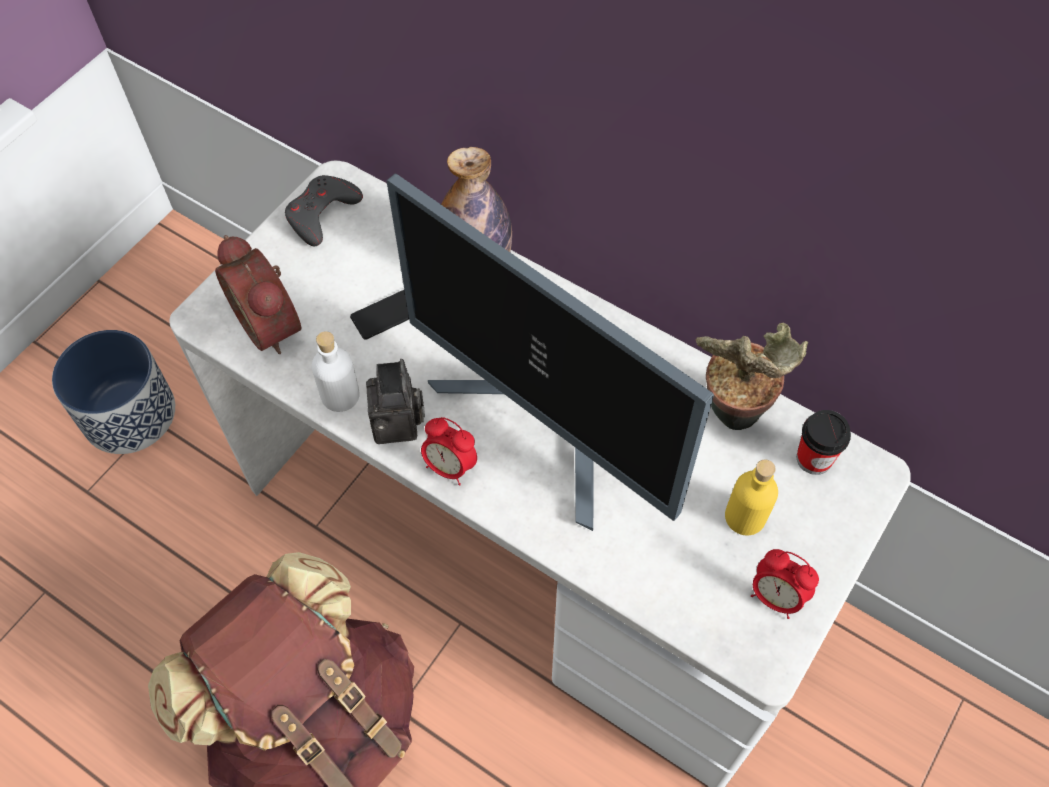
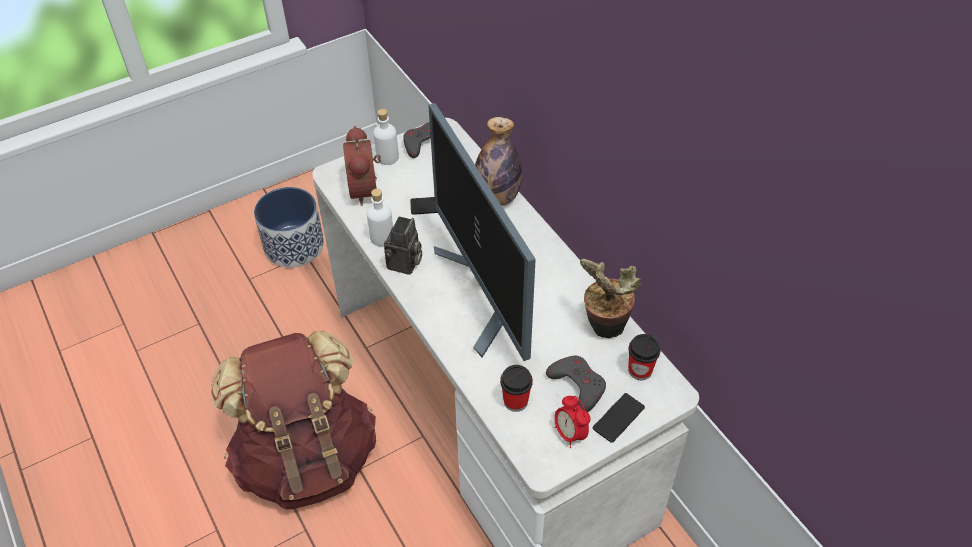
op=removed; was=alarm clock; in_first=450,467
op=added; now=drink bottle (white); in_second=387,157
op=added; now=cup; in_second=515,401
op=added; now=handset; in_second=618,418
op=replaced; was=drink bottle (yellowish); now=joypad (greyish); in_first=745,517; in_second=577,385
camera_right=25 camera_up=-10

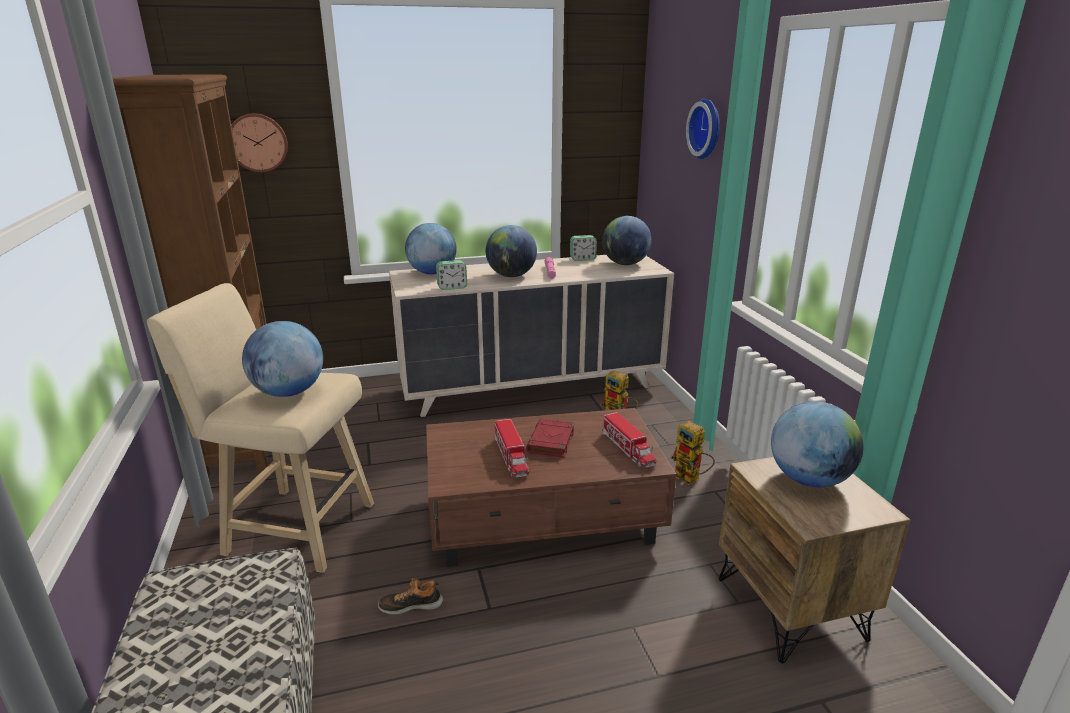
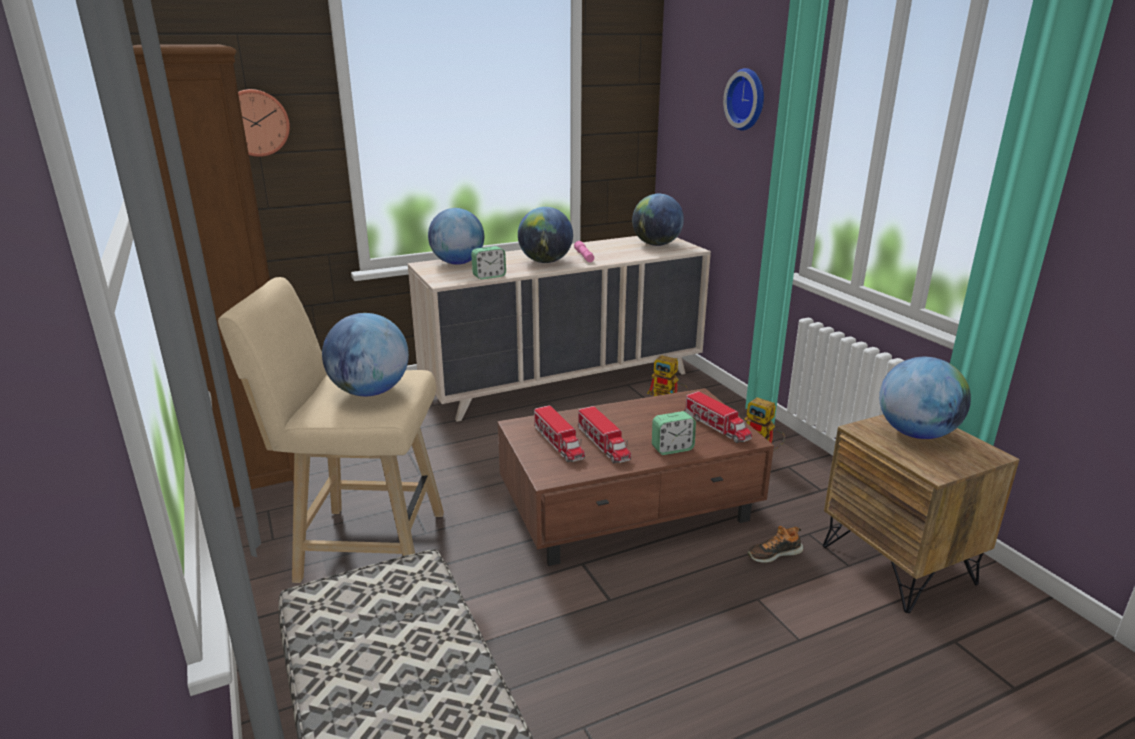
op=removed; was=bound book (red-coloured); in_first=551,442
op=added; now=toy truck; in_second=558,443
op=moved; was=shoe; in_first=411,605; in_second=774,553
op=moved; was=alarm clock; in_first=582,259; in_second=672,448
camera_right=-10 camera_up=0

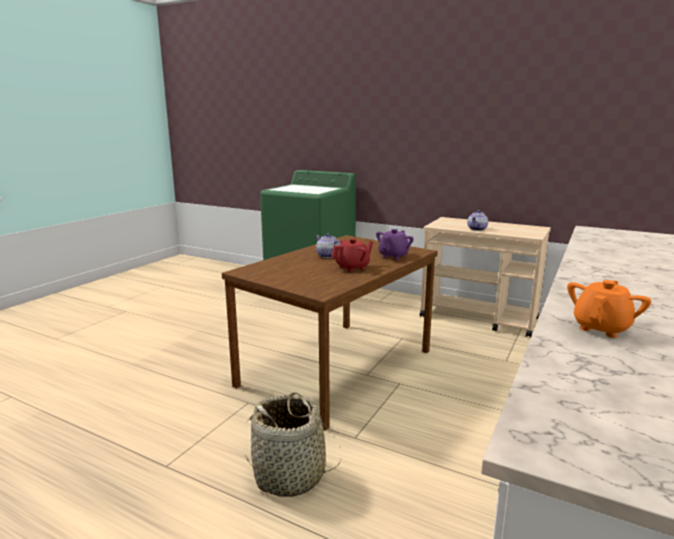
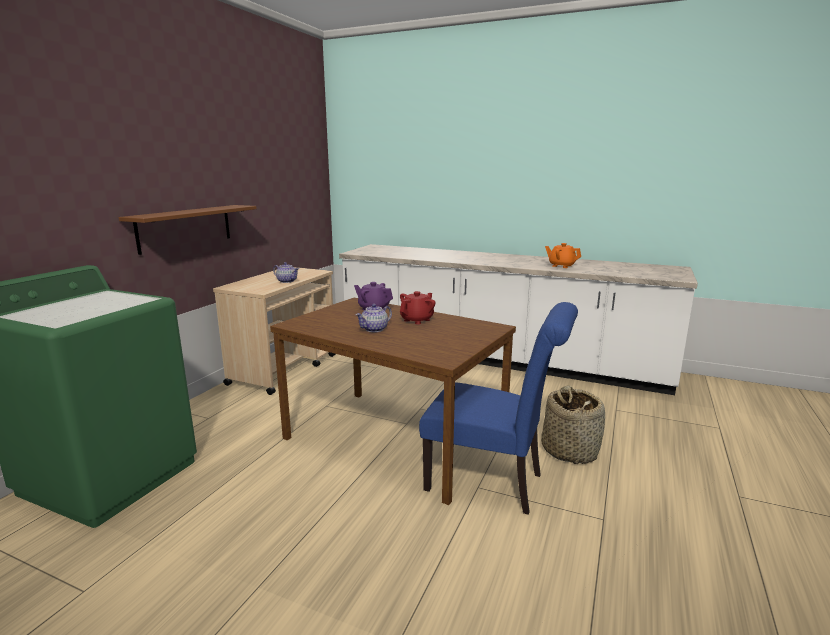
op=added; now=bracket shelf (brown); in_second=185,228
op=added; now=chair (blue); in_second=492,483
op=turned; was=tea pot (red-coloured); in_first=353,267; in_second=417,320; clockwise=75
camera_right=-95 camera_up=0

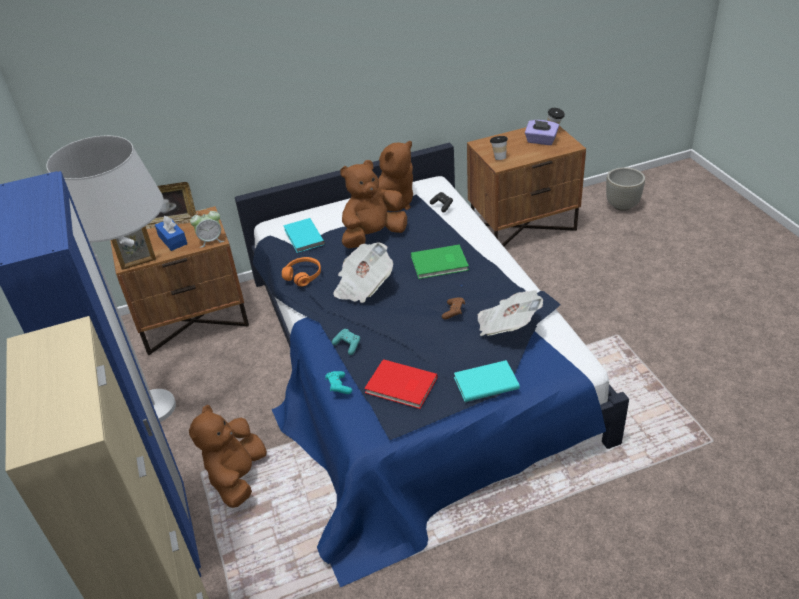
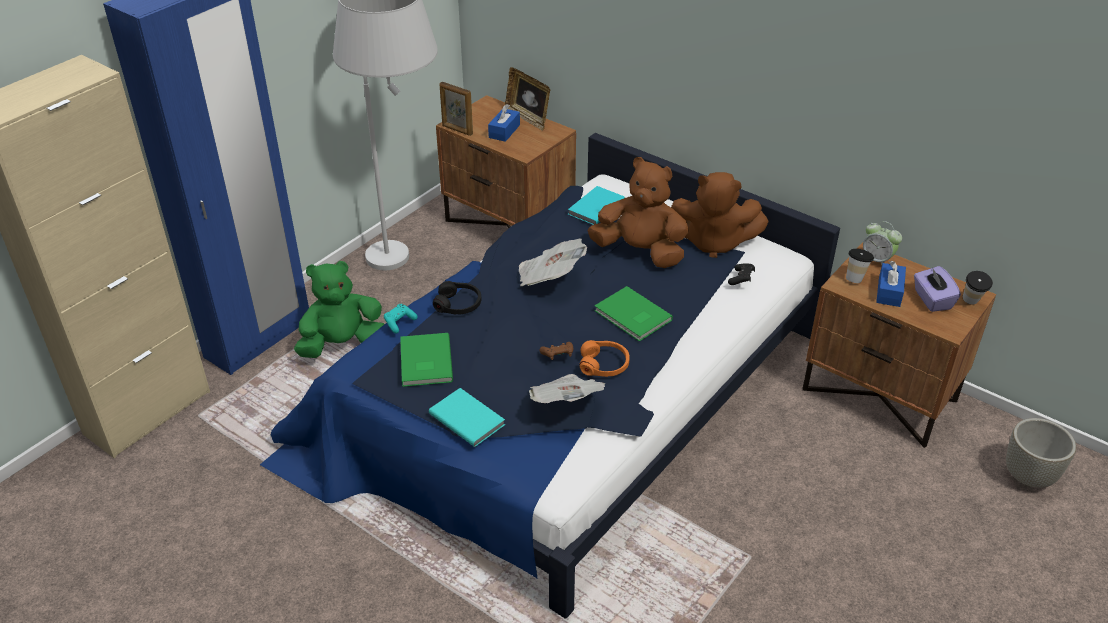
op=added; now=tissue box (blue); in_second=889,292
op=moved; was=alarm clock; in_first=211,240; in_second=876,260
op=moved; was=pair of headphones (orangey); in_first=303,275; in_second=604,365
op=replaced; was=joypad (blue-green); now=pair of headphones (black-coloured); in_first=348,345; in_second=458,304
op=recoloured; was=plush toy (brown); now=plush toy (greenish); in_first=237,477; in_second=342,345
op=recoloured; was=bound book (red-coloured); now=bound book (greenish); in_first=401,387; in_second=424,362
camera_right=55 camera_up=0

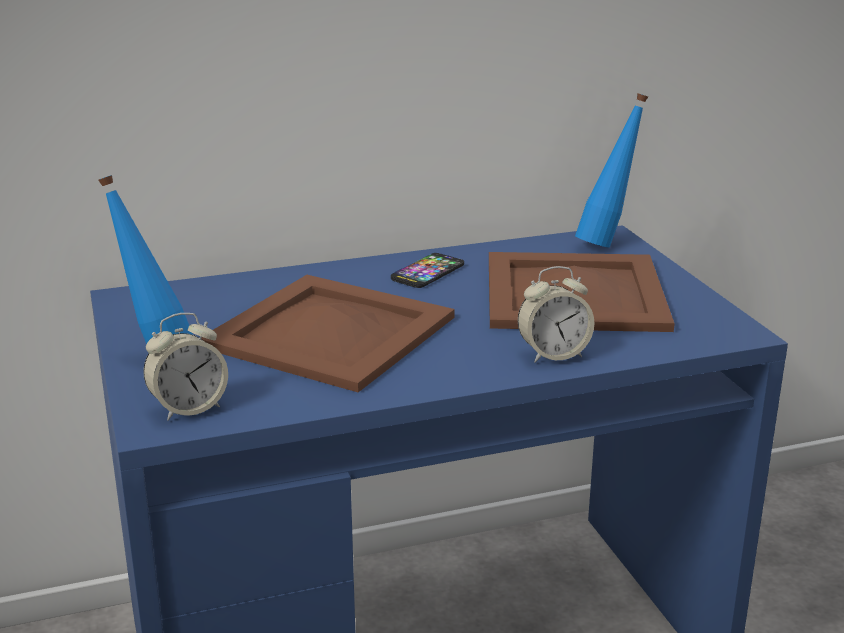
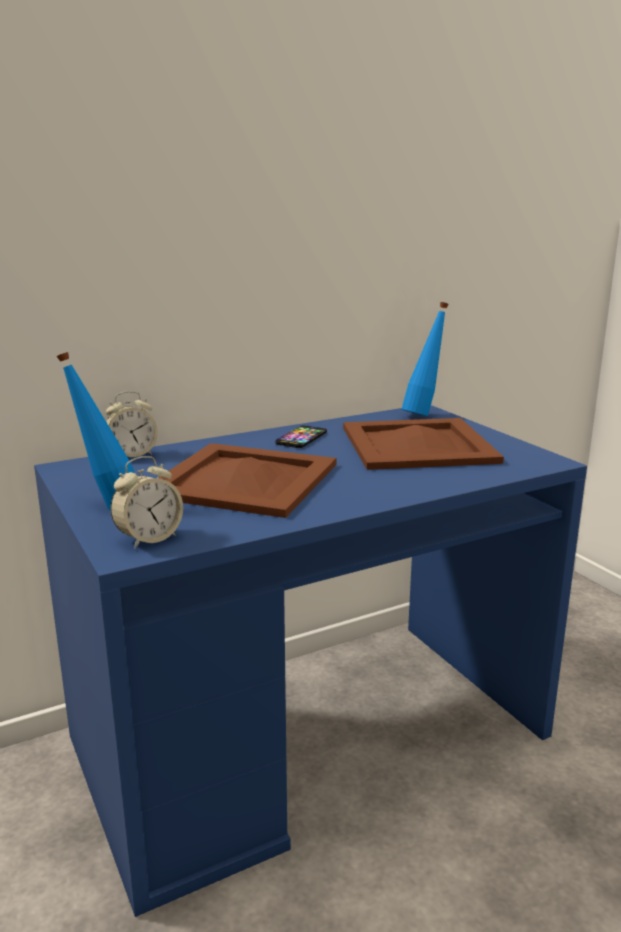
op=moved; was=alarm clock; in_first=553,354; in_second=132,455
camera_right=-10 camera_up=-5

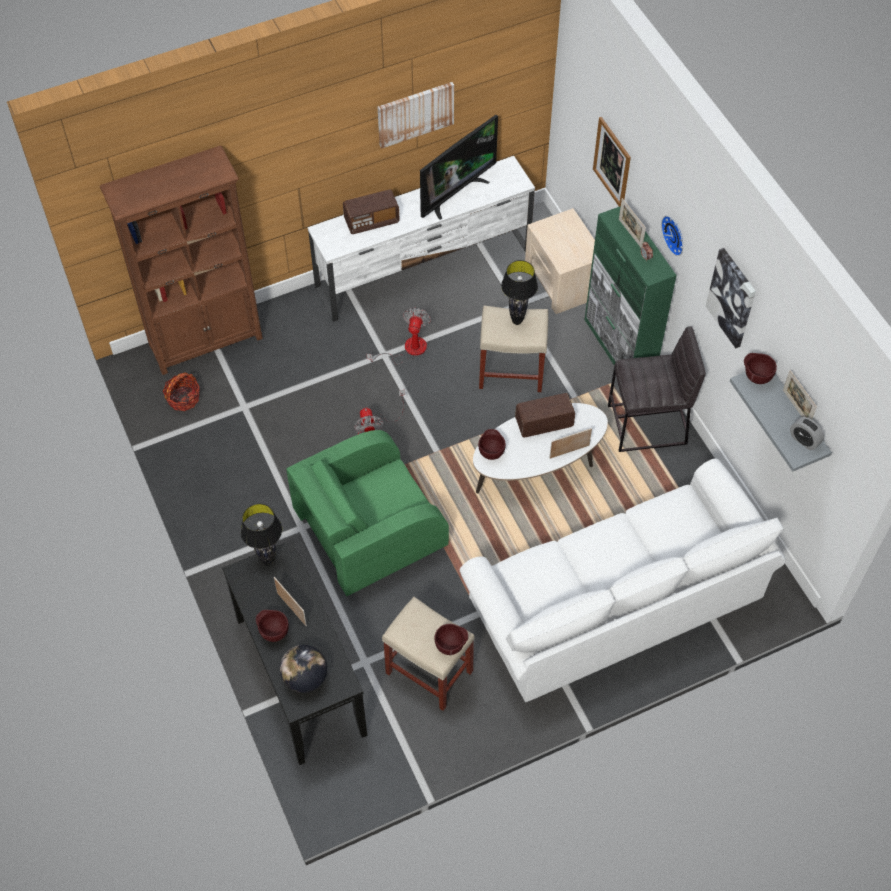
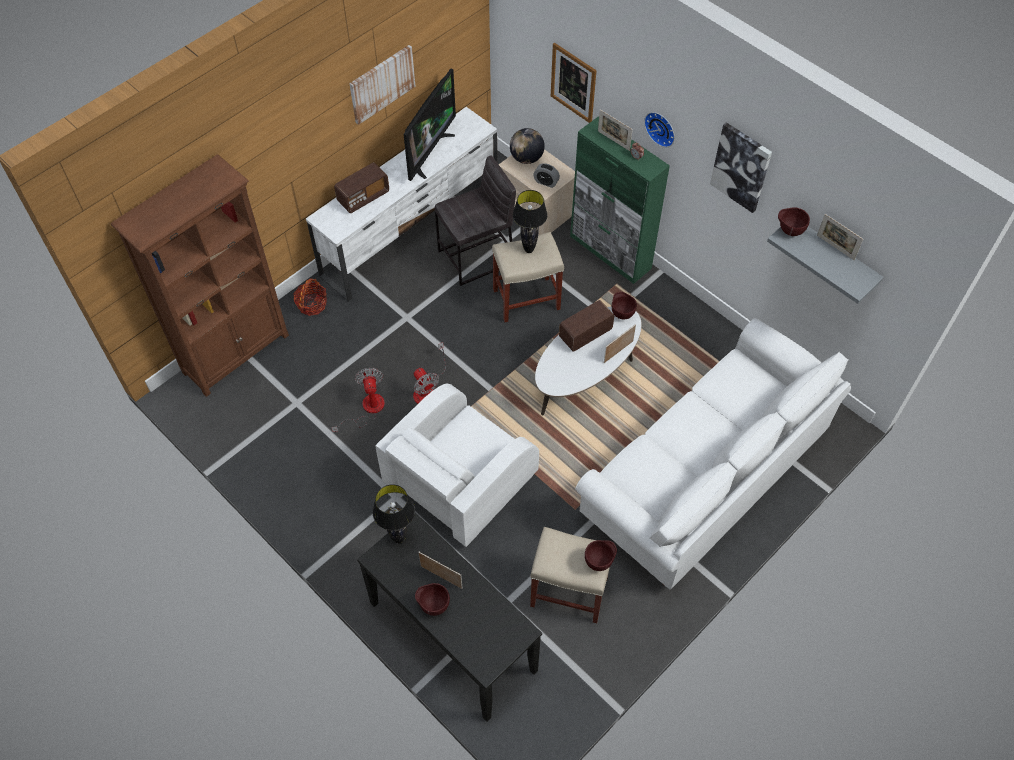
op=moved; was=household basket; in_first=183,398; in_second=312,304
op=moved; was=world globe; in_first=305,678; in_second=526,158
op=moved; was=electric fan; in_first=407,349; in_second=367,409
op=moved; was=deep dish (brown); in_first=491,452; in_second=622,313
op=moved; was=stool (greyish); in_first=648,425; in_second=477,257
op=moved; was=alarm clock; in_first=804,440; in_second=546,182
op=recoloured; was=lounge chair (greenish); now=lounge chair (white); in_first=368,530; in_second=459,480
camera_right=-20 camera_up=0

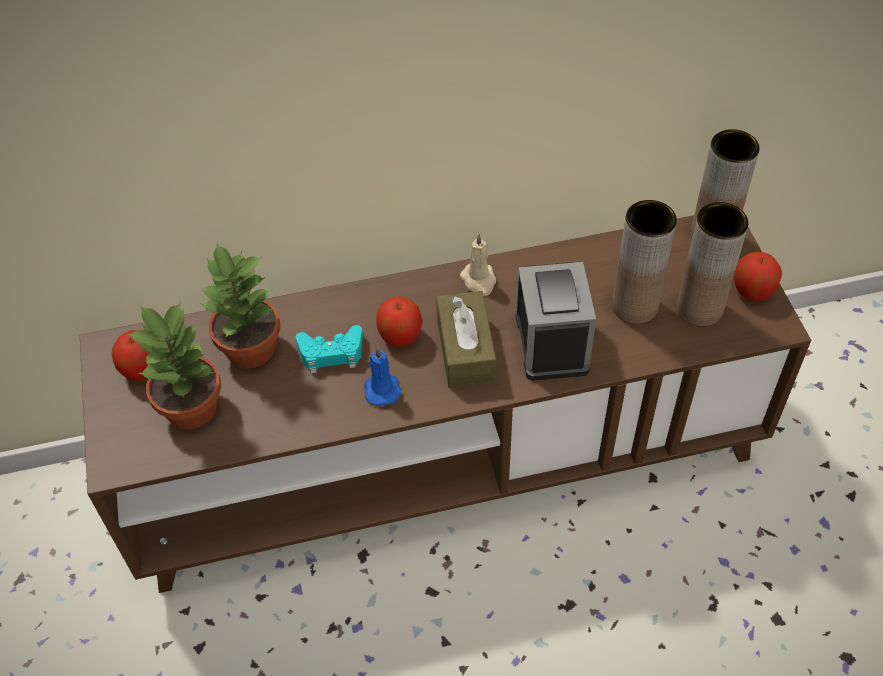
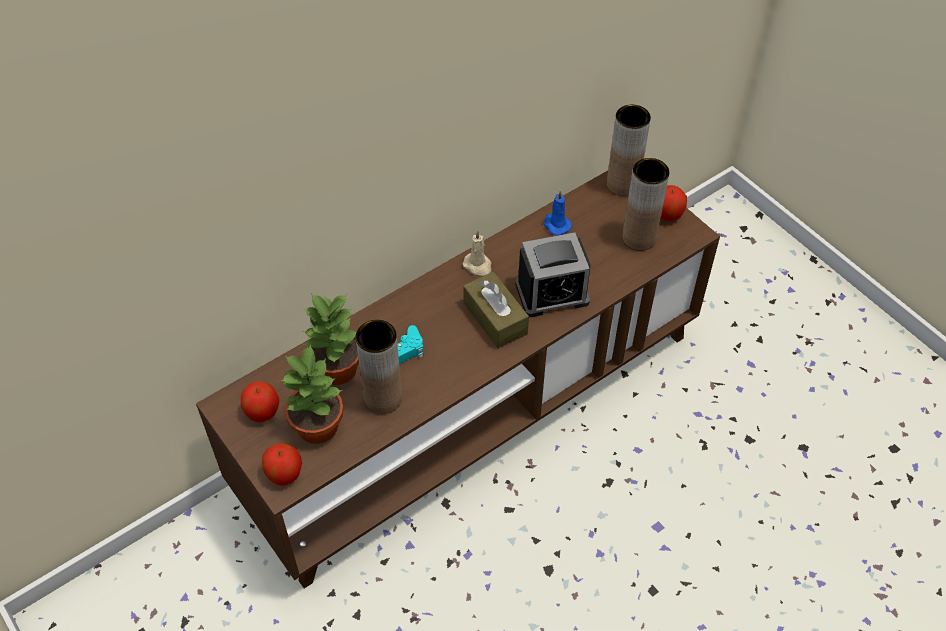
op=moved; was=wax candle (blue); in_first=382,388; in_second=556,225
op=moved; was=apple fruit; in_first=400,336; in_second=284,474
op=moved; was=vase (brown); in_first=634,306; in_second=383,398
op=turned; was=alarm clock; in_first=551,342; in_second=552,293; clockwise=105
camera_right=-25 camera_up=0

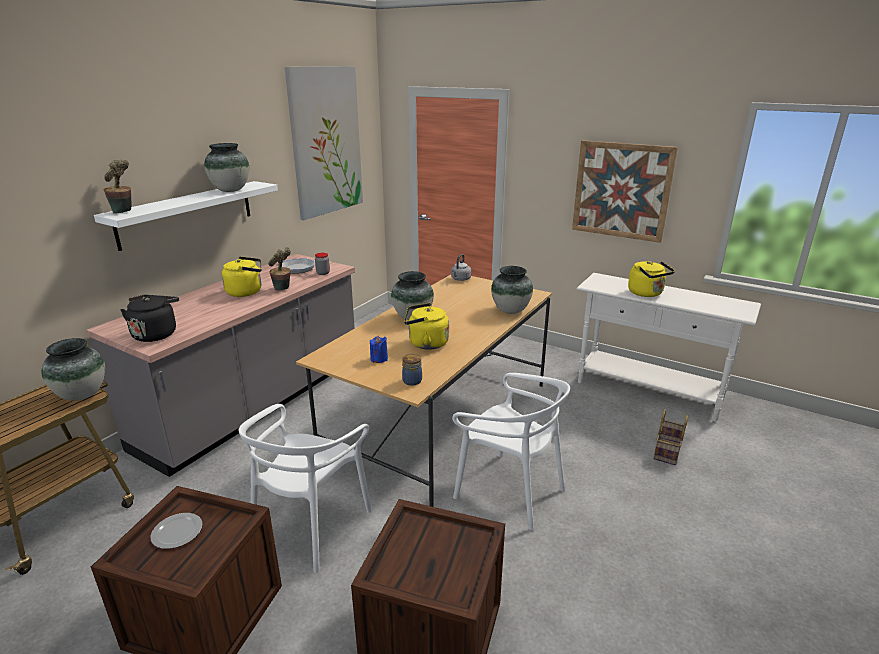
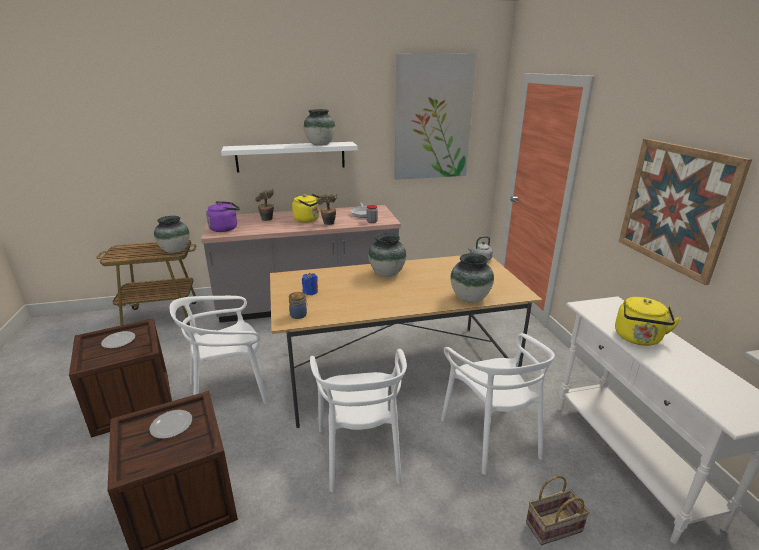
op=removed; was=water kettle (yellowish); in_first=425,343
op=added; now=dinner plate; in_second=171,425
op=added; now=chair (white); in_second=491,436
op=moved; was=potted plant; in_first=124,212; in_second=267,220
op=recoloured; was=water kettle (black-coloured); now=water kettle (purple-coloured); in_first=156,334; in_second=225,228
camera_right=45 camera_up=0

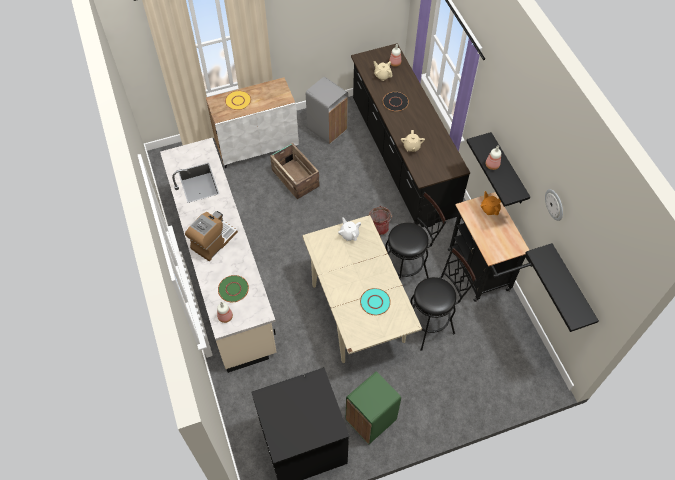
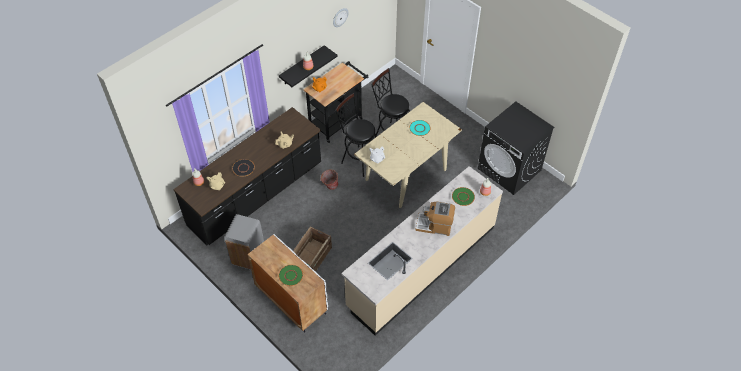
op=removed; was=waste bin (greenish); in_first=371,420
op=removed; was=bracket shelf (black-coloured); in_first=571,286
op=recoloured; was=dinner plate (yellowish); now=dinner plate (greenish); in_first=238,101; in_second=290,275
camera_right=-115 camera_up=-5

